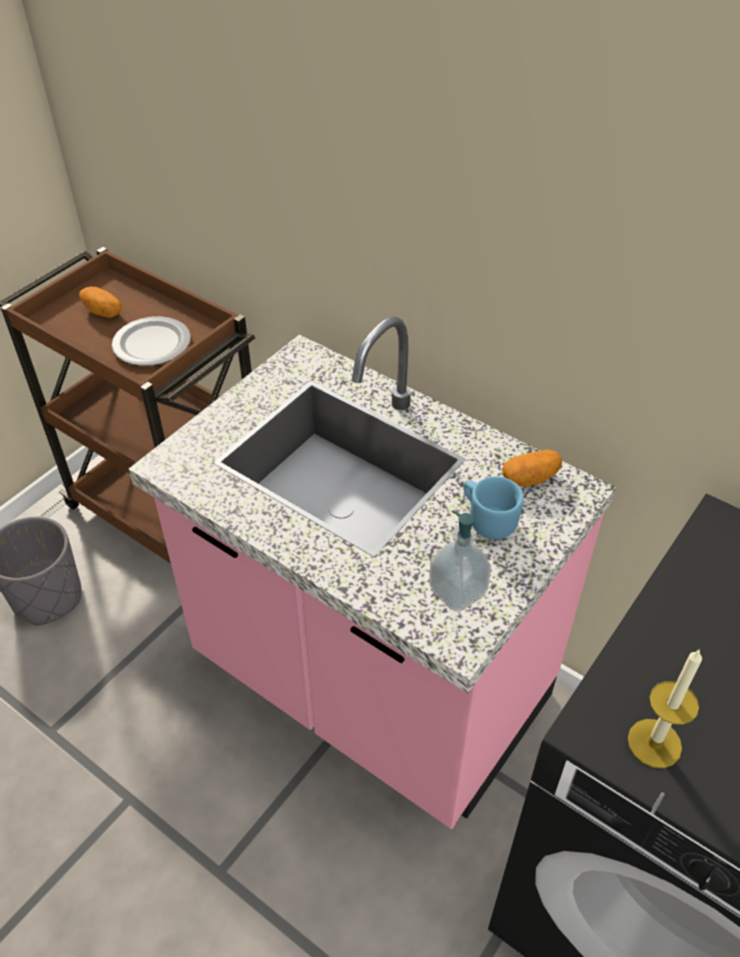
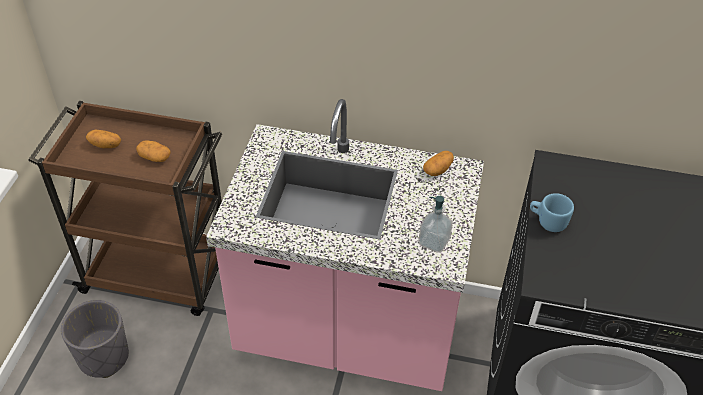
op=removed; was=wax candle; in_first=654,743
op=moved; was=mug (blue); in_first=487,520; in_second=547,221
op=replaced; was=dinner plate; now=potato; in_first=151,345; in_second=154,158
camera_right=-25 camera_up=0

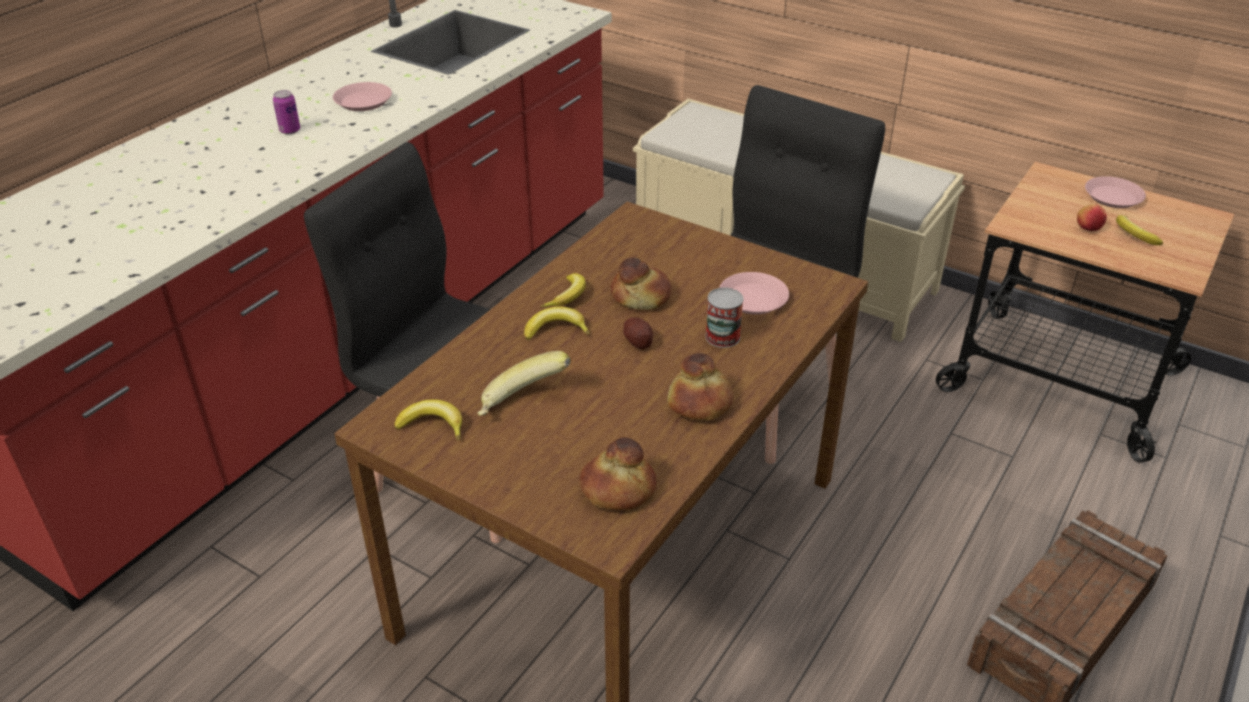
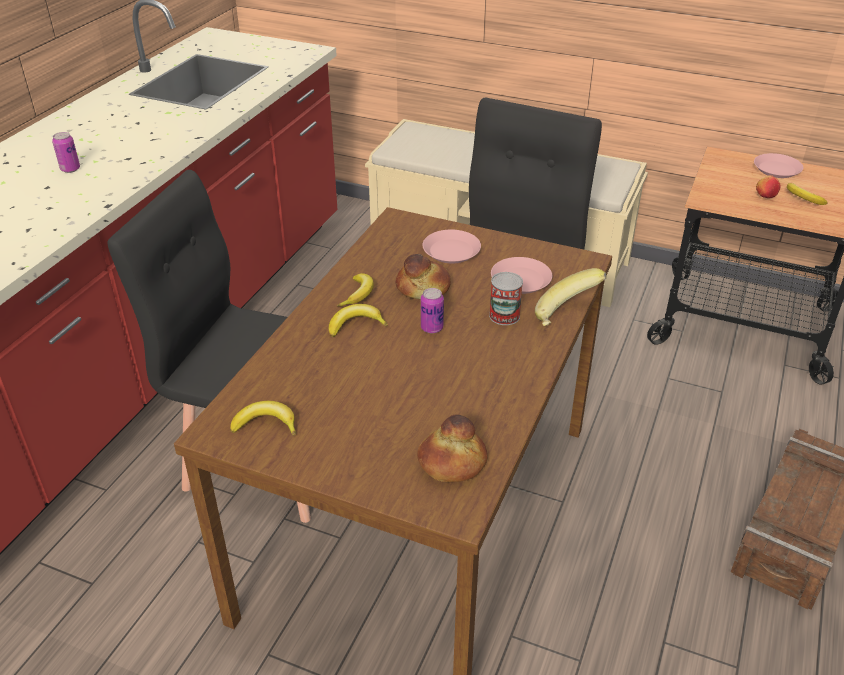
op=removed; was=bread; in_first=699,403
op=moved; was=dinner plate (pink); in_first=363,101; in_second=451,251
op=moved; was=banana fruit; in_first=523,405; in_second=567,316
op=replaced; was=potato; now=sealed can; in_first=638,342; in_second=432,328
camera_right=-10 camera_up=0

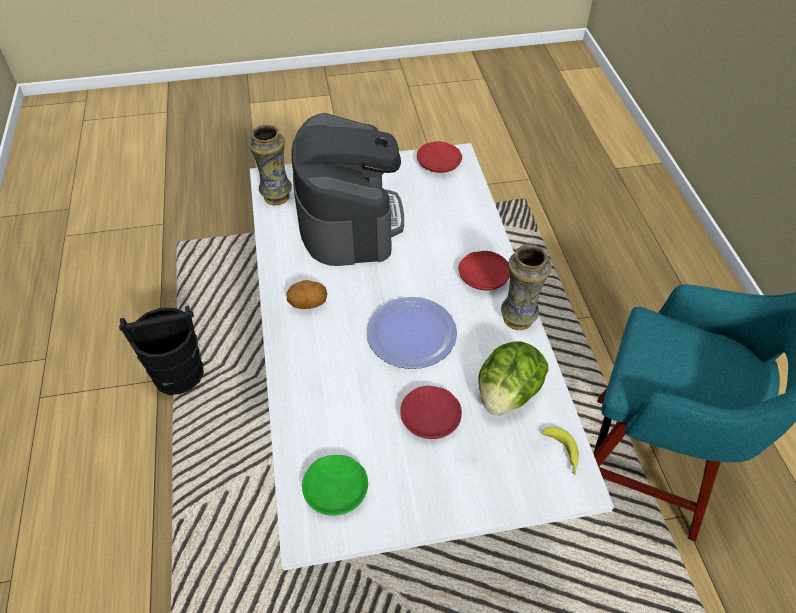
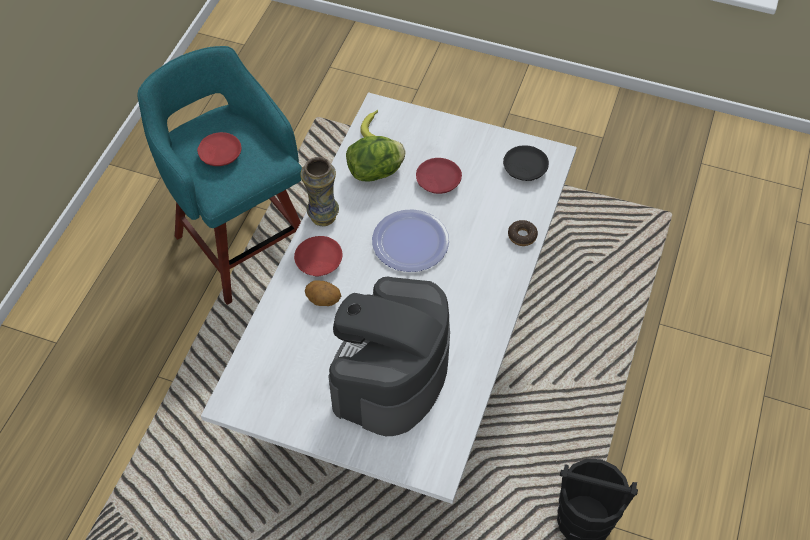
op=removed; was=vase; in_first=276,196
op=added; now=ring doughnut; in_second=522,236
op=moved; was=potato; in_first=308,303; in_second=323,300
op=moved; was=dinner plate (red-coloured); in_first=439,163; in_second=220,154
op=recoloured; was=dinner plate (greenish); now=dinner plate (black-coloured); in_first=336,489; in_second=524,168
camera_right=-150 camera_up=5

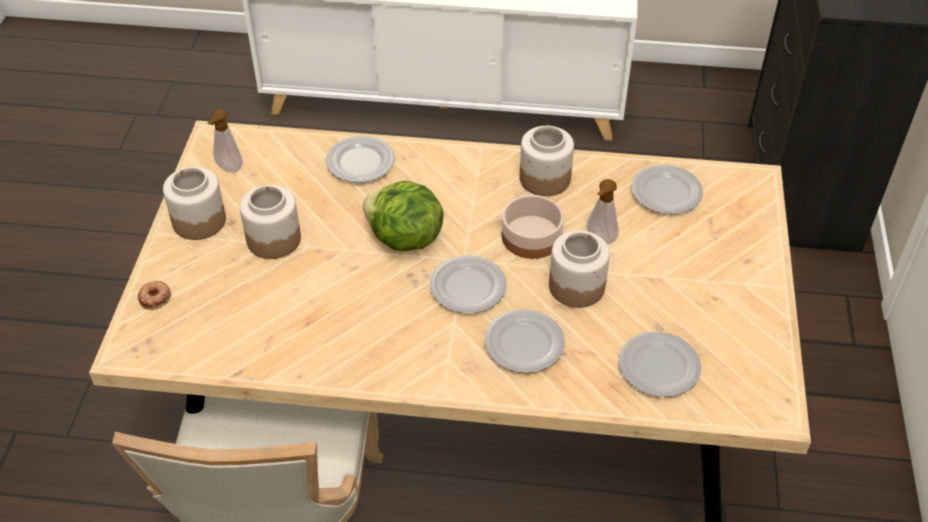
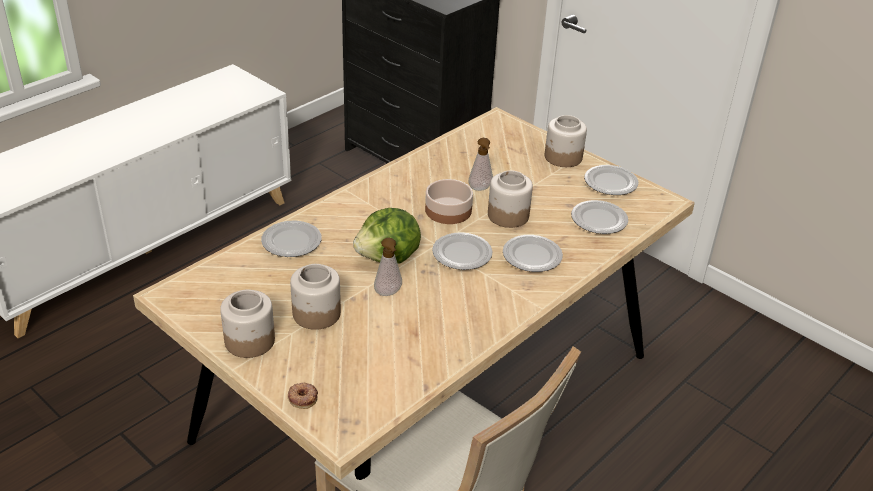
op=moved; was=soap dispenser; in_first=228,169; in_second=389,294
op=moved; was=storage jar; in_first=544,179; in_second=563,157
op=moved; was=dinner plate; in_first=665,192; in_second=610,183
camera_right=-55 camera_up=-10

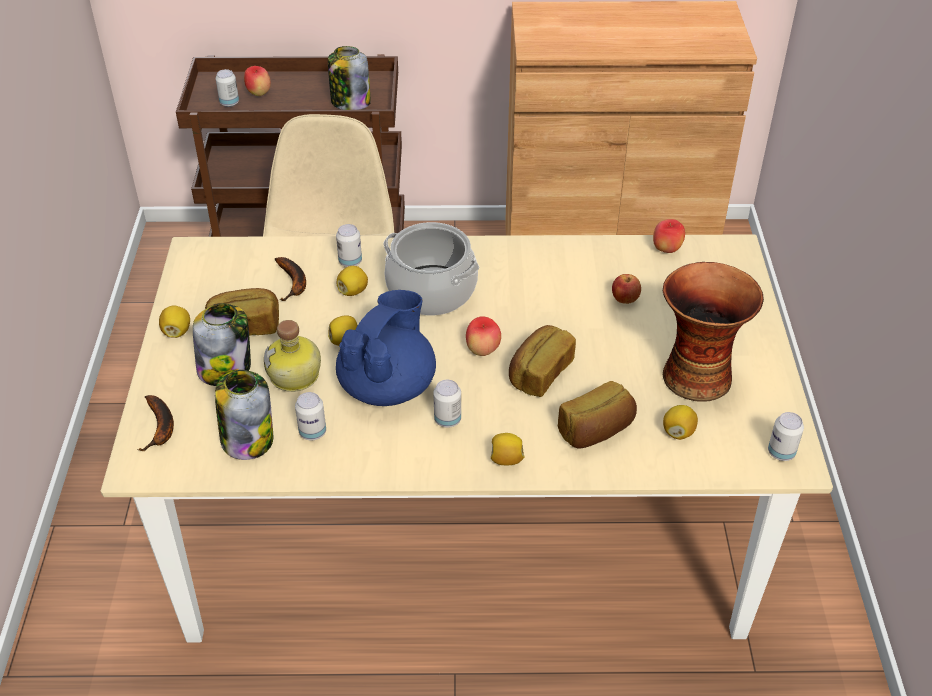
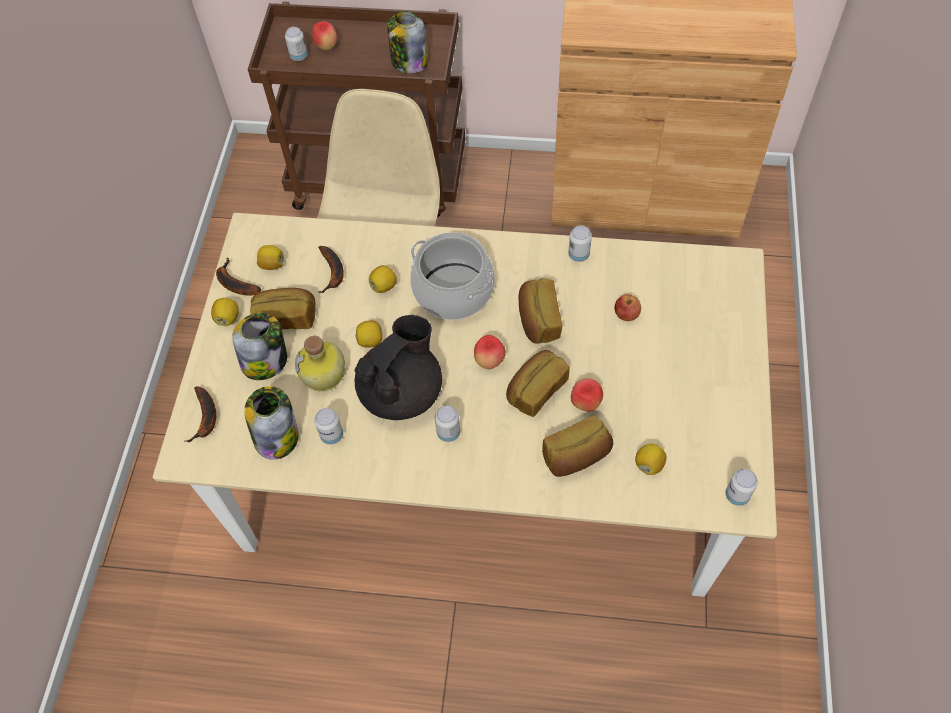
op=removed; was=vase; in_first=695,375
op=added; now=banana fruit; in_second=234,283
op=added; now=bread; in_second=538,320
op=moved; was=sealed can; in_first=350,262; in_second=578,255
op=moved; was=lemon; in_first=506,459; in_second=272,264
op=moved; was=apple fruit; in_first=666,249; in_second=585,403
op=recoloured; was=tea pot (blue); now=tea pot (black-coloured); in_first=388,386; in_second=402,392
camera_right=10 camera_up=15

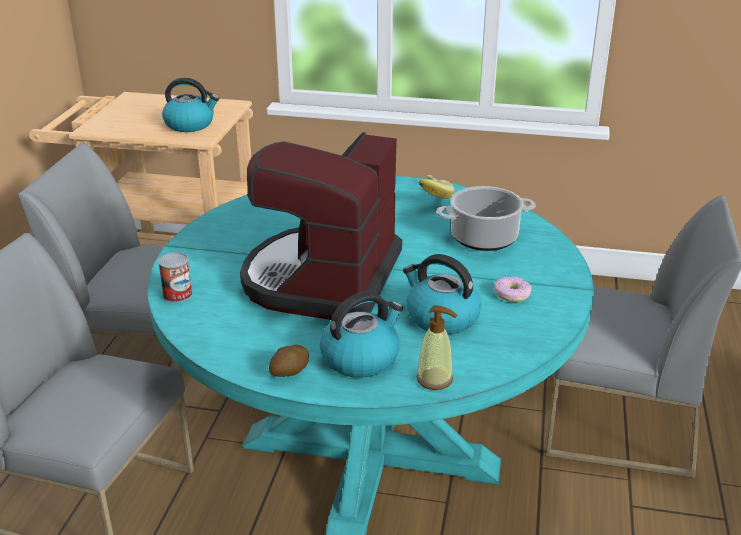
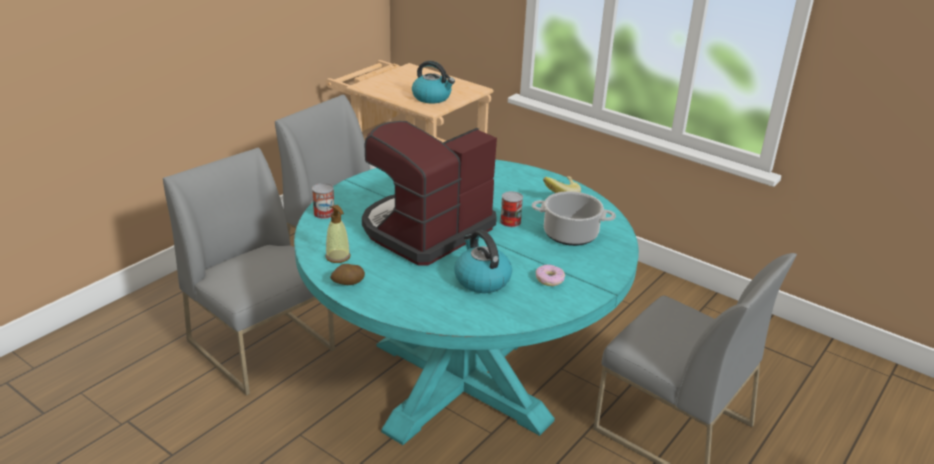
op=removed; was=water kettle; in_first=361,358
op=added; now=sealed can; in_second=510,222
op=moved; was=soap dispenser; in_first=435,379; in_second=338,257
camera_right=25 camera_up=0

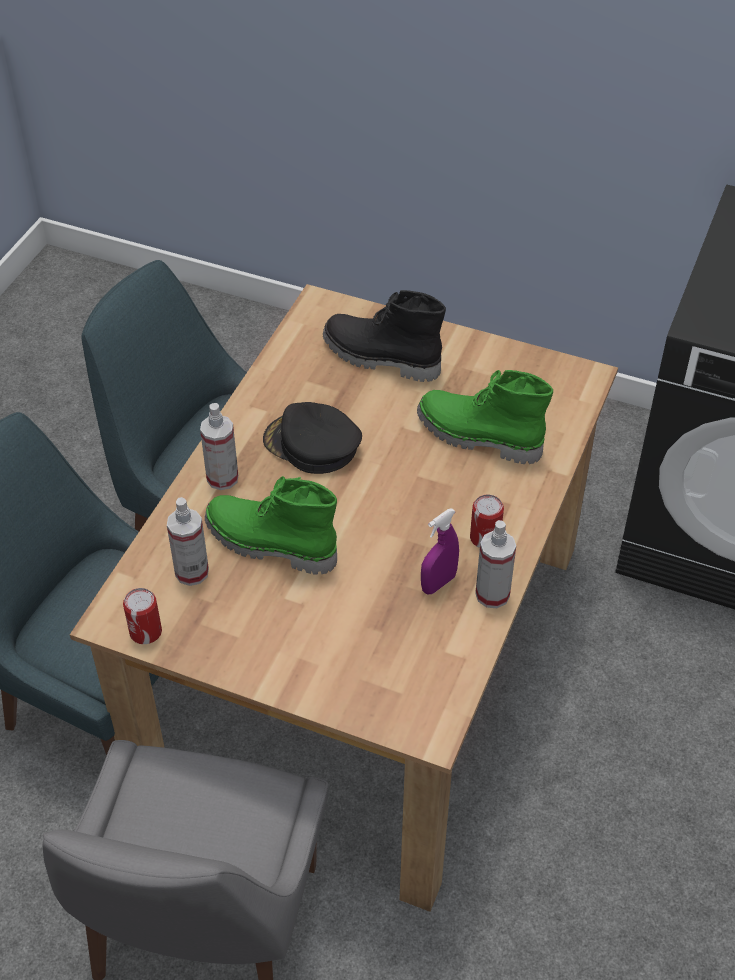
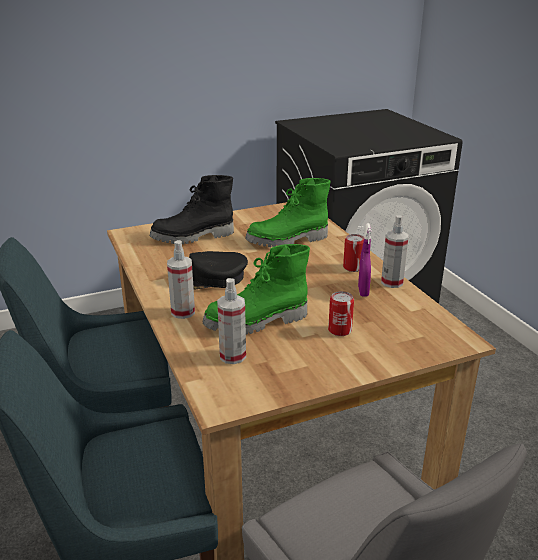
op=moved; was=sealed can; in_first=145,632; in_second=340,330
camera_right=-45 camera_up=-20

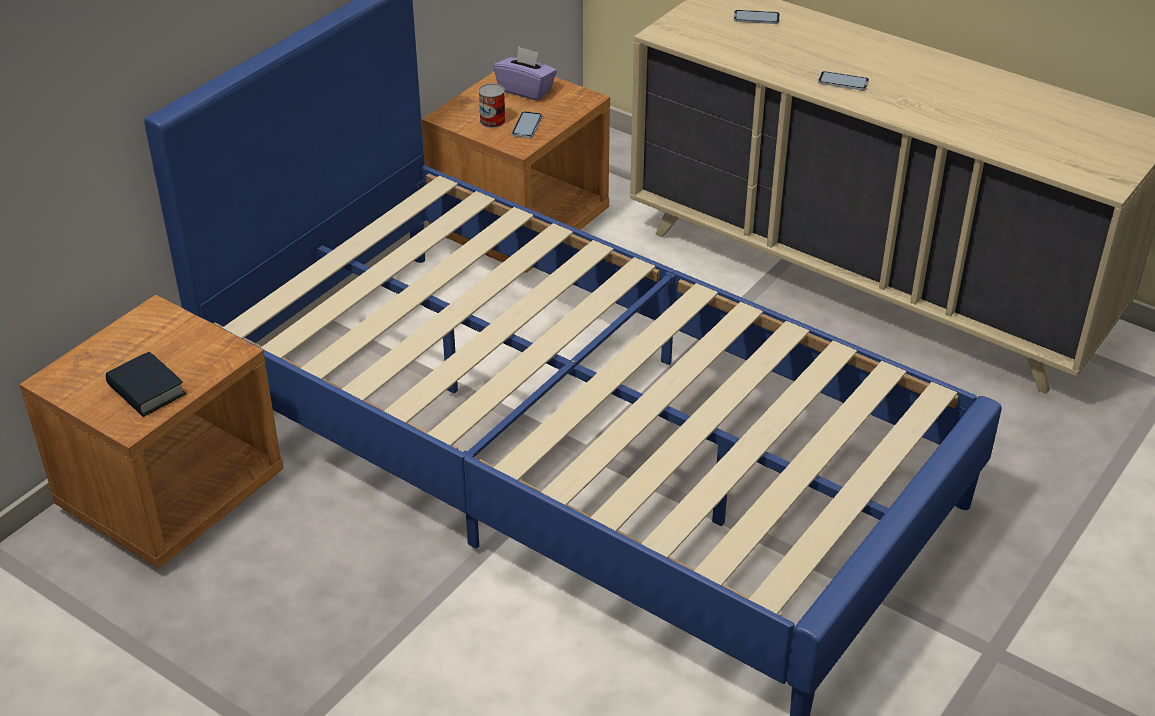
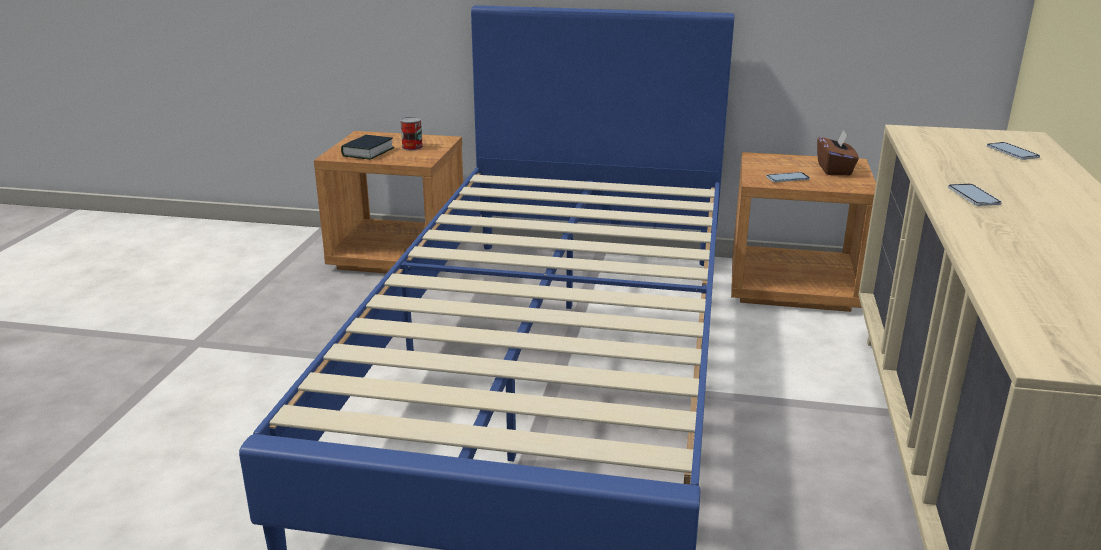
op=moved; was=sealed can; in_first=492,121; in_second=412,147
op=recoloured; was=tissue box (purple-coloured); now=tissue box (brown); in_first=526,90; in_second=835,169
camera_right=65 camera_up=-15

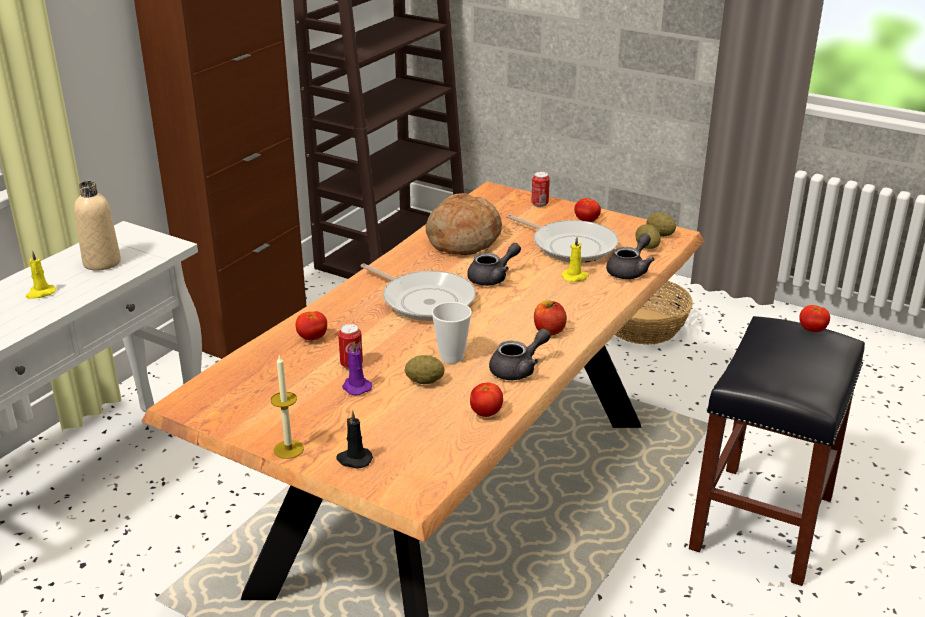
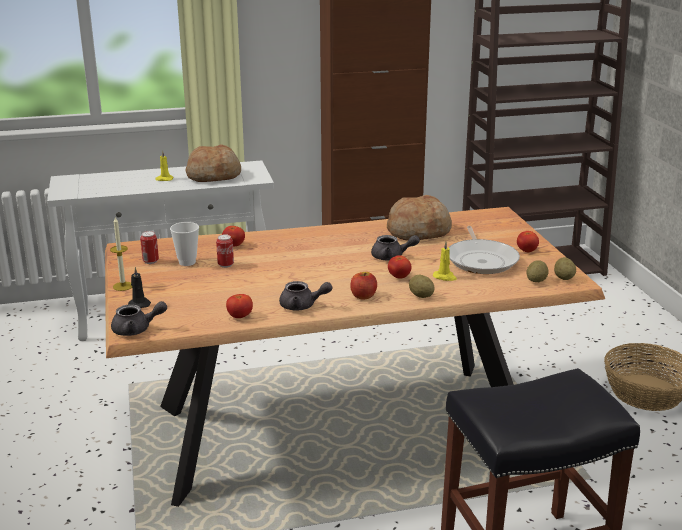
op=removed; was=wax candle (purple-coloured); in_first=356,387
op=removed; was=frying pan; in_first=424,300
op=moved; was=potato; in_first=424,381; in_second=421,296
op=moved; was=cup; in_first=451,357; in_second=187,262
op=moved; was=sealed can; in_first=539,204; in_second=150,261
op=moved; was=tea pot (greyish); in_first=630,271; in_second=137,330
op=moved; was=fresh tomato; in_first=812,330; in_second=399,277
op=replaced; was=drink bottle (sand-coloured); now=bread; in_first=102,262; in_second=214,175
camera_right=45 camera_up=-5

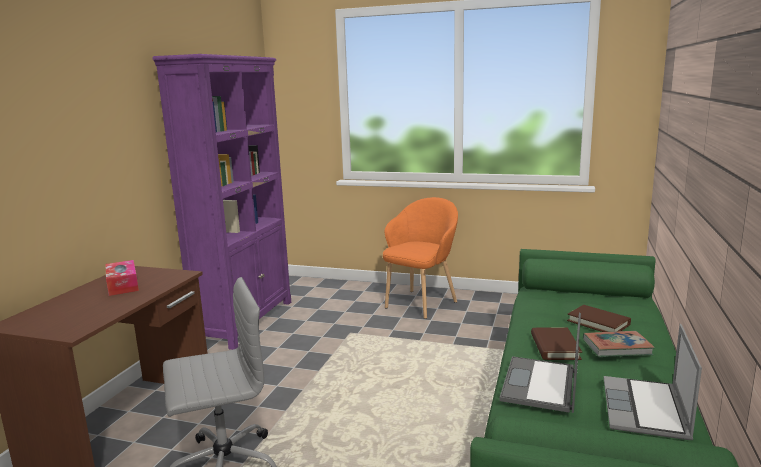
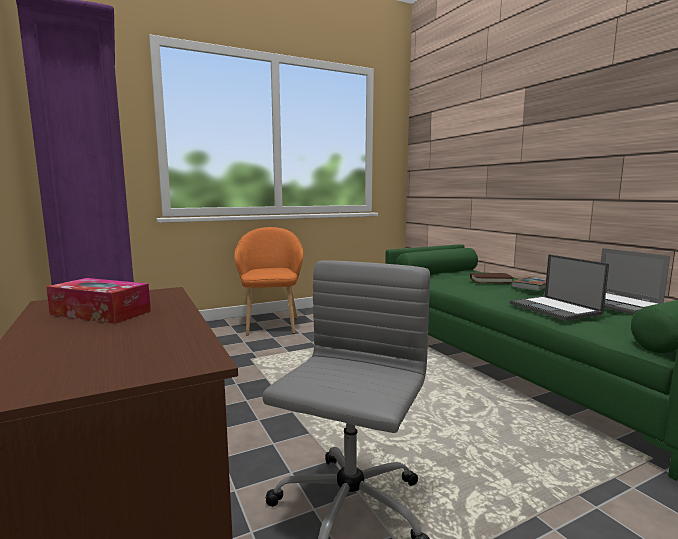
op=removed; was=bound book (brown); in_first=555,347
camera_right=-45 camera_up=-5

